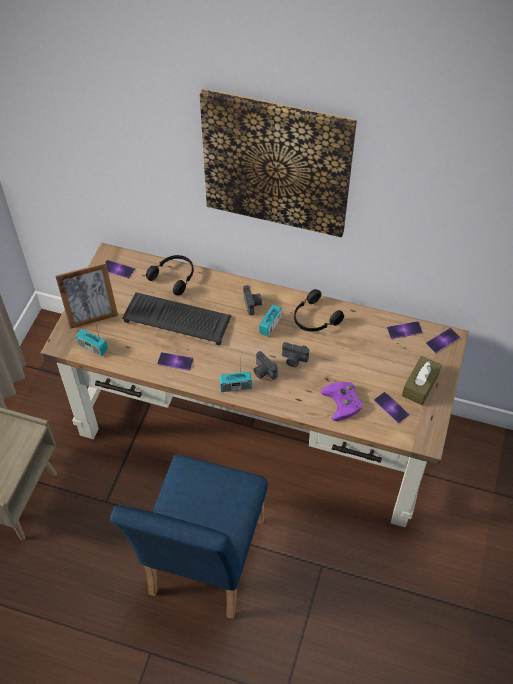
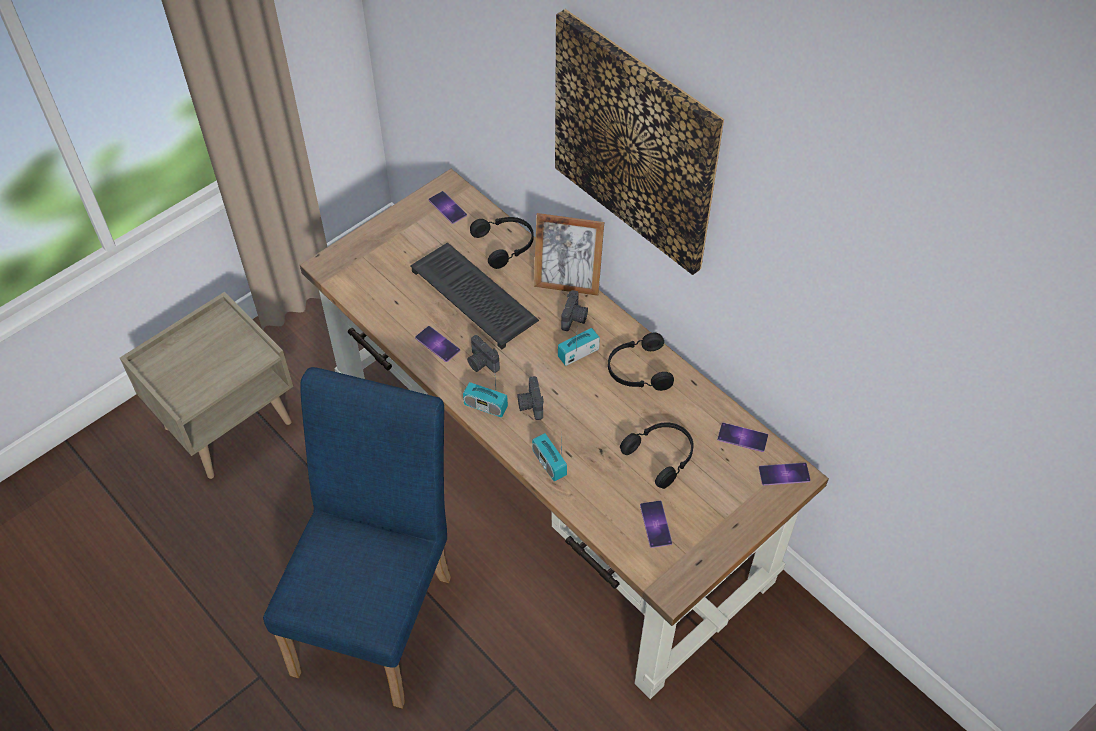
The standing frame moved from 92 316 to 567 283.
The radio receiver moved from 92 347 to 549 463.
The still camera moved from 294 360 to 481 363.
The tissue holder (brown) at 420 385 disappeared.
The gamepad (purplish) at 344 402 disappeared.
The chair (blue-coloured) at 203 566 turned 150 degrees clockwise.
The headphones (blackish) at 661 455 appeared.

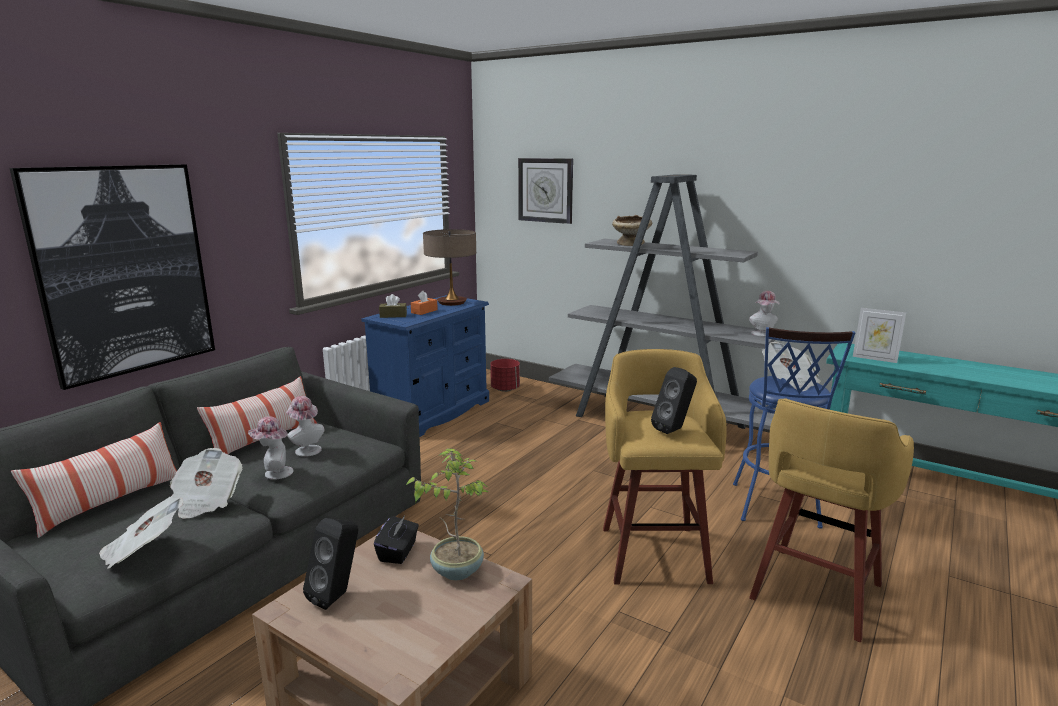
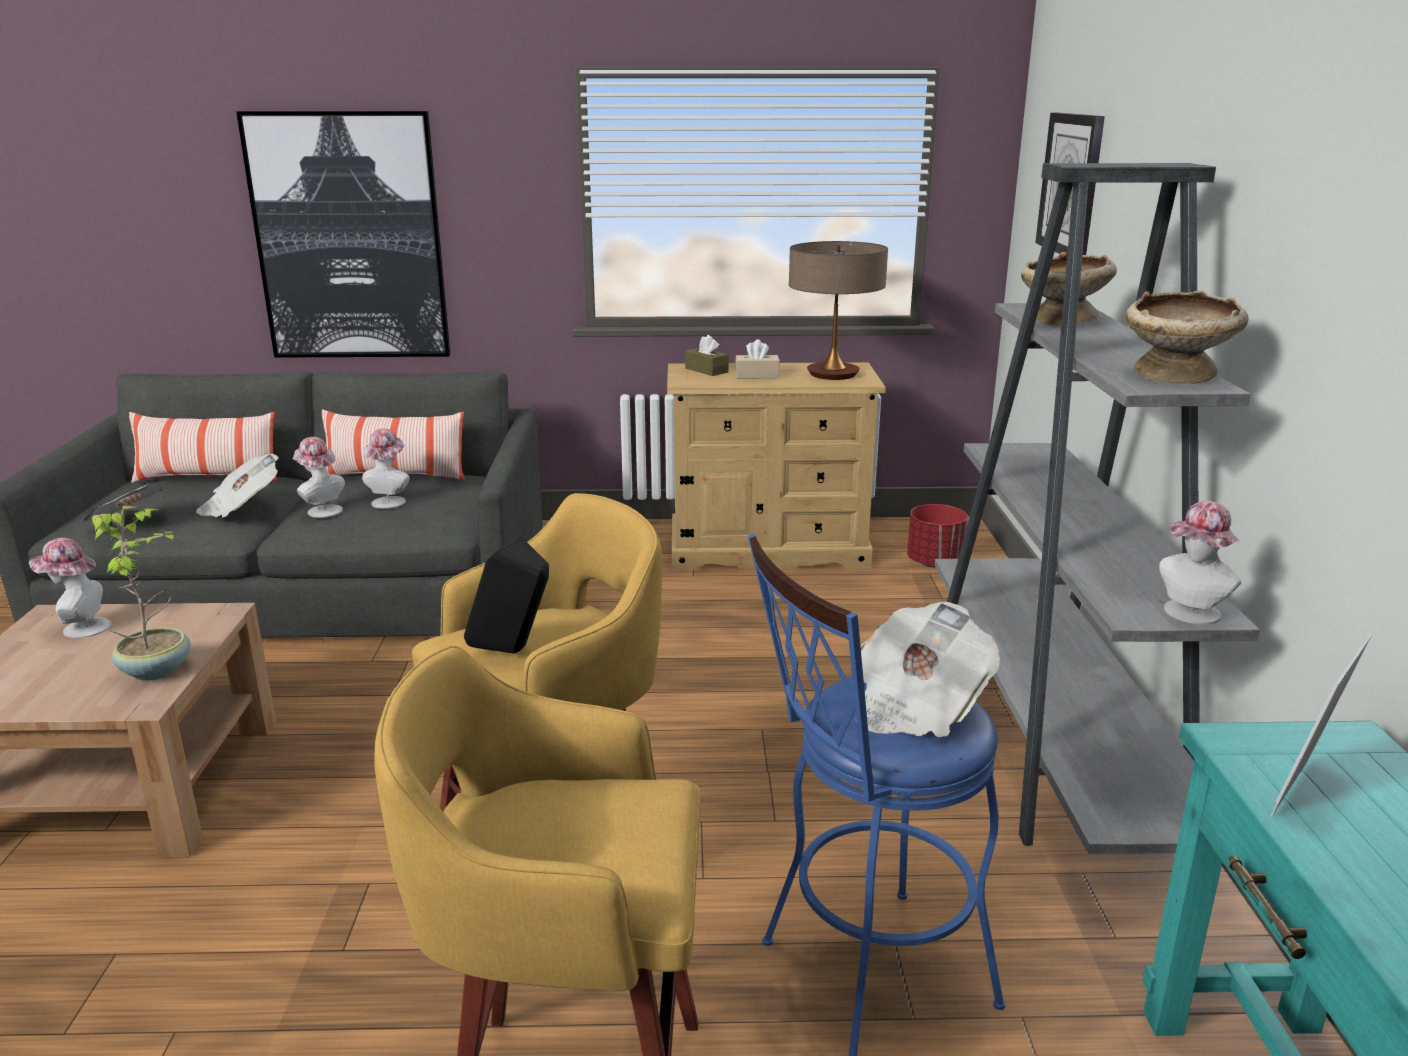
The tissue holder (orange-coloured) at 424 311 became the tissue holder (sand-coloured) at 757 375.
The chest of drawers (blue-coloured) at 433 413 became the chest of drawers (sand-coloured) at 768 550.
The standing frame at 874 358 turned 45 degrees clockwise.
The tissue holder (blackish) at 398 552 disappeared.
The speaker (blackish) at 337 595 was replaced by the wearable hat at 80 628.
The serving bowl (sand-coloured) at 1176 376 appeared.

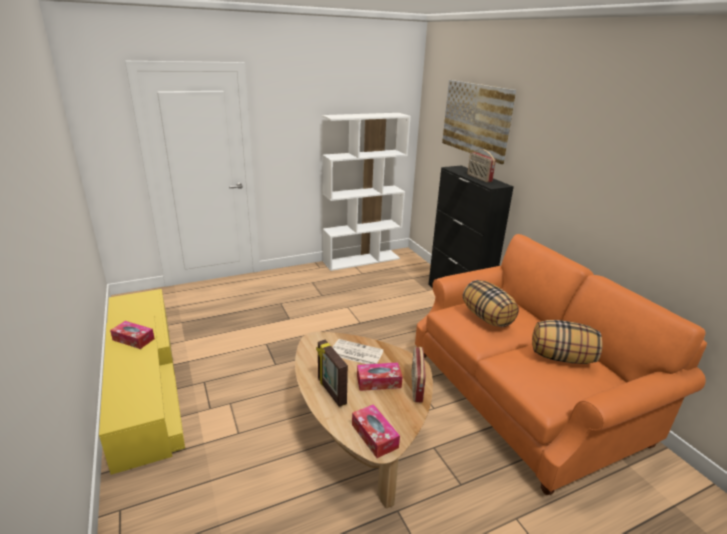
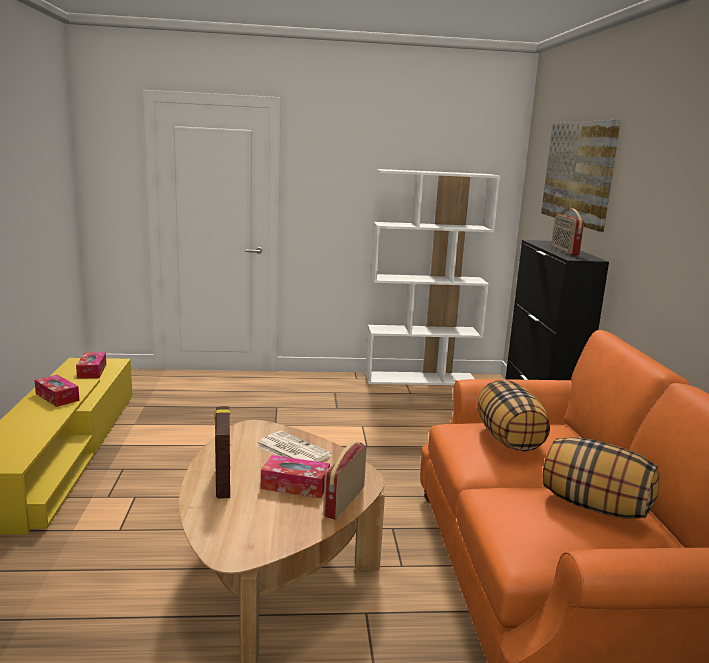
The tissue holder moved from 374 436 to 92 371.

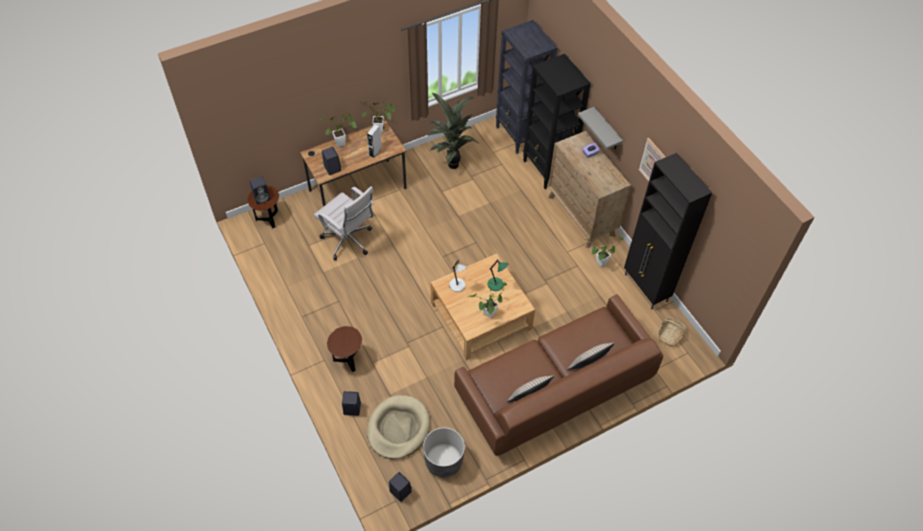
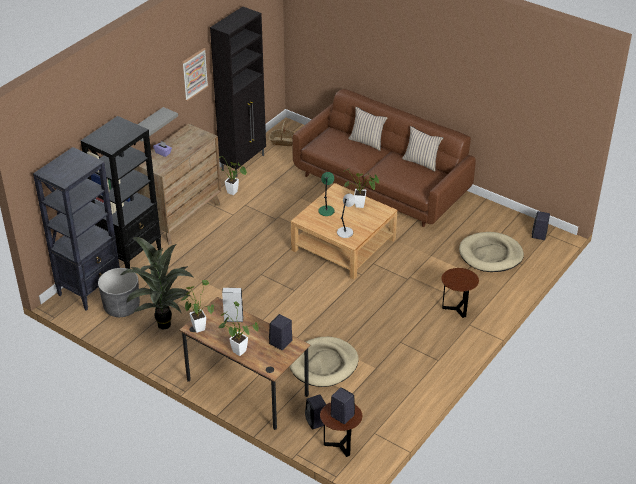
The computer chair (white) at 349 241 was replaced by the pet bed (sand-coloured) at 323 364.
The speaker (blackish) moved from 351 409 to 316 422.
The flower pot (gray) moved from 443 461 to 122 307.

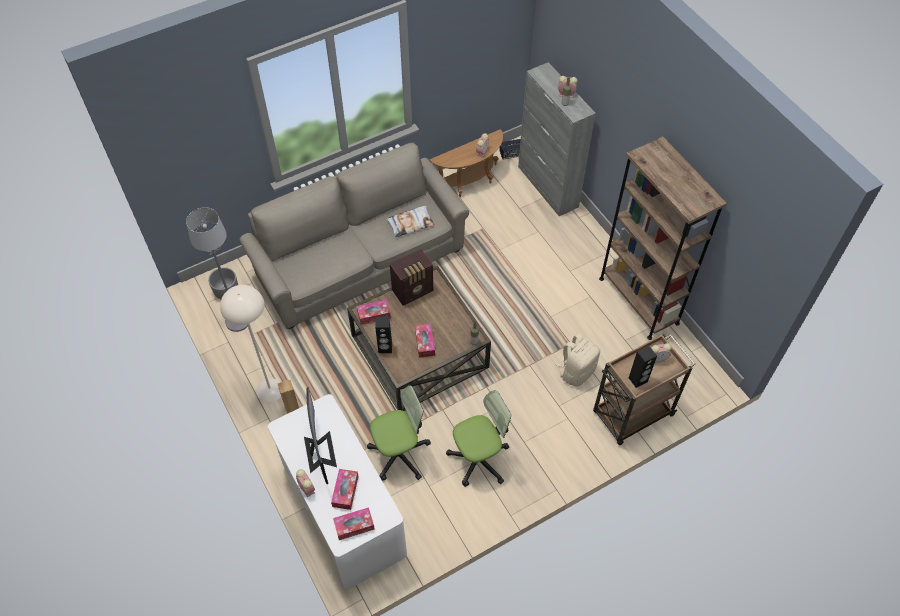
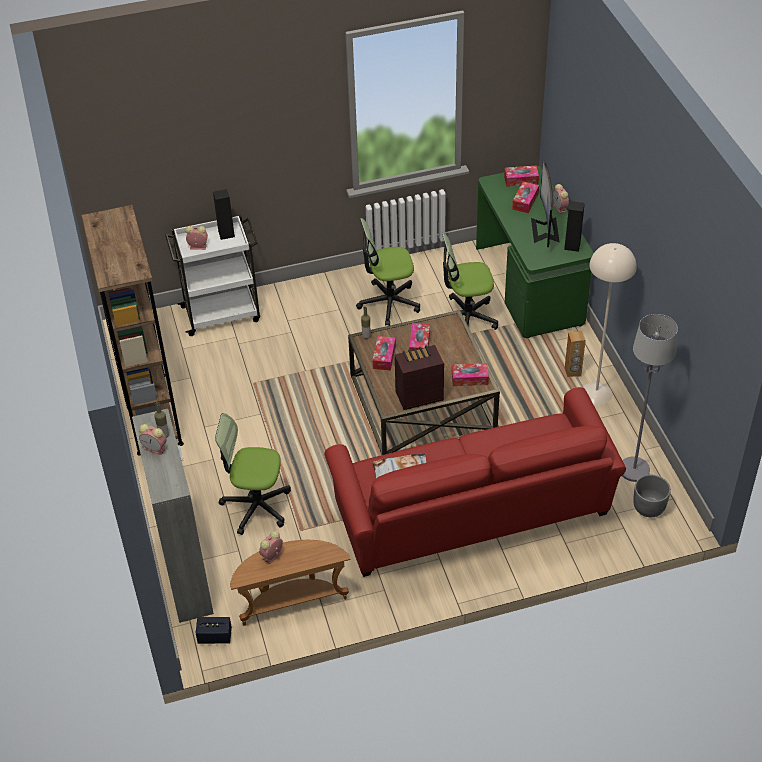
The sofa (sand-coloured) at 358 261 became the sofa (red-coloured) at 473 516.
The speaker (blackish) moved from 385 348 to 572 246.
The backpack (sand-coloured) at 576 371 disappeared.
The trolley (brown) at 631 414 became the trolley (white) at 222 313.
The desk table (white) at 342 510 became the desk table (green-coloured) at 530 286.
The tissue holder at 384 357 appeared.
The computer chair at 256 506 appeared.

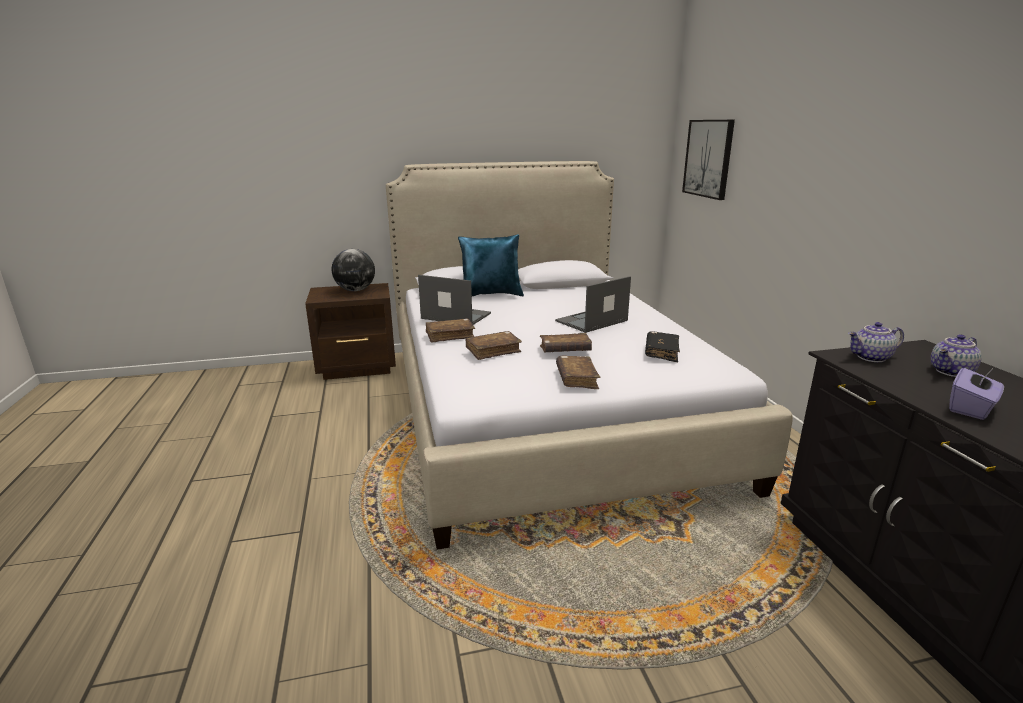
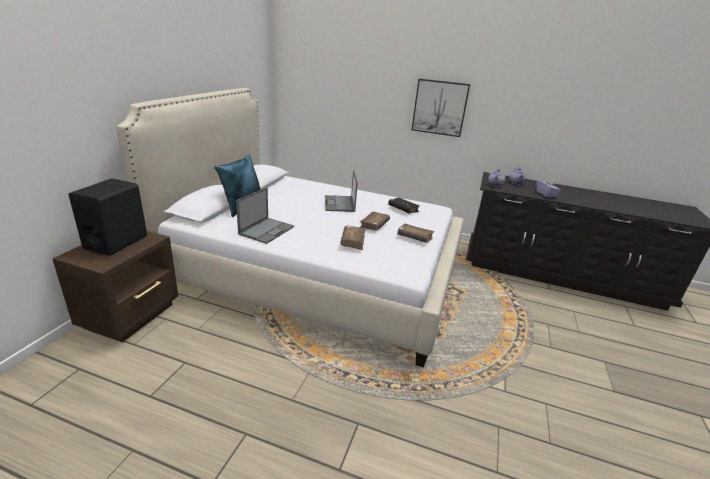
The wall art moved from 708 158 to 439 107.
The globe at 355 290 was replaced by the speaker (blackish) at 116 242.
The laptop at 455 316 turned 150 degrees clockwise.
The book (brown) at 450 335 disappeared.

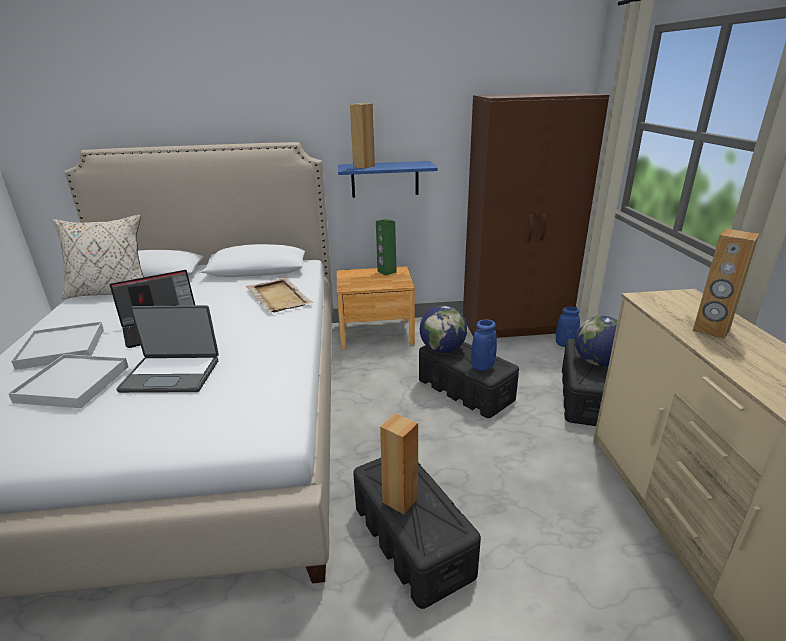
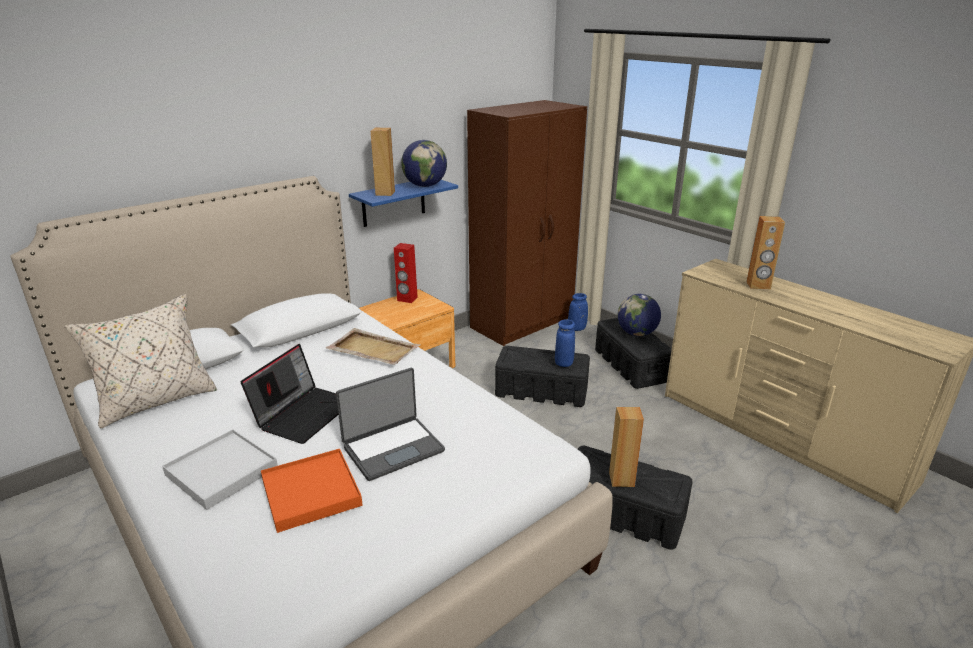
The speaker (green-coloured) at 386 272 became the speaker (red-coloured) at 407 299.
The globe moved from 442 349 to 425 186.
The tray (white) at 73 384 became the tray (orange-coloured) at 311 492.

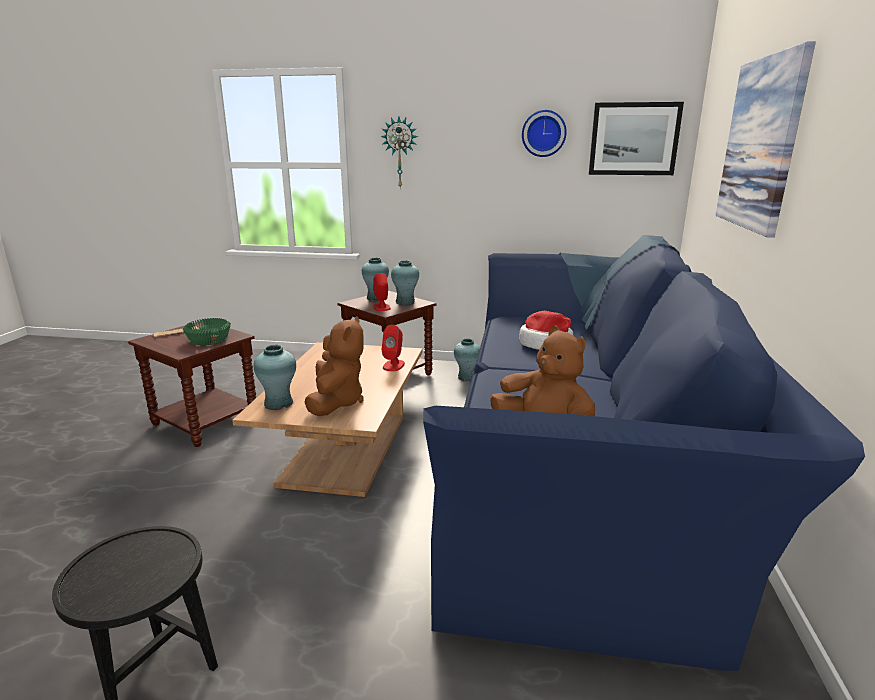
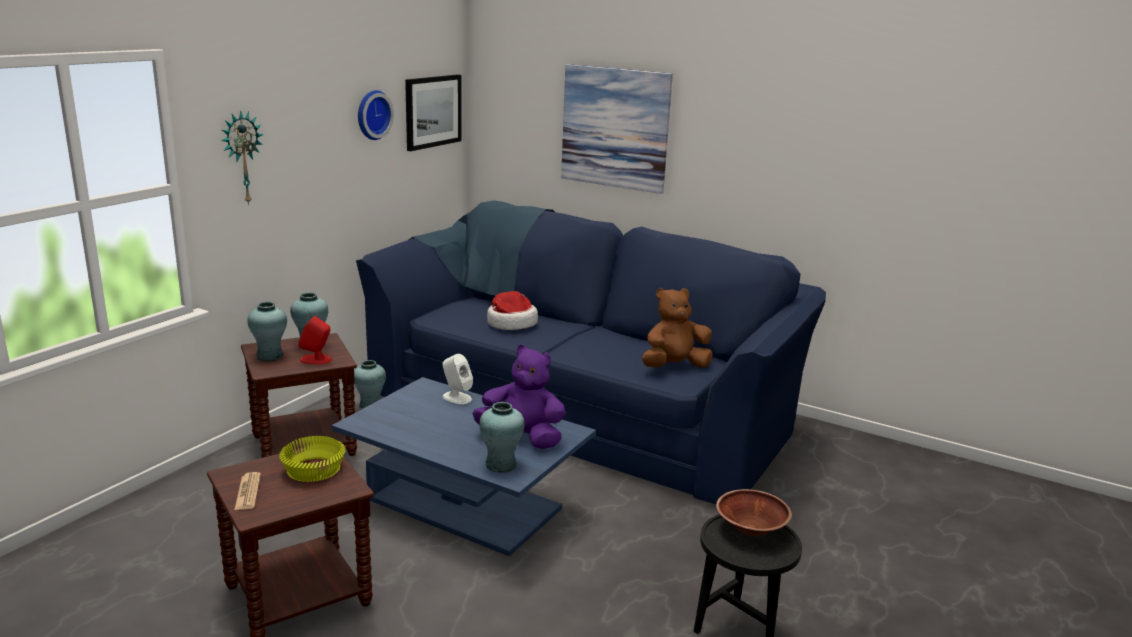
The soft toy (brown) at 336 402 became the soft toy (purplish) at 522 437.
The serving bowl (green-coloured) at 208 340 became the serving bowl (yellow) at 315 470.
The speaker (red-coloured) at 393 365 became the speaker (white) at 456 397.
The low table (brown) at 345 448 became the low table (blue-coloured) at 464 504.
The serving bowl (brown) at 751 528 appeared.

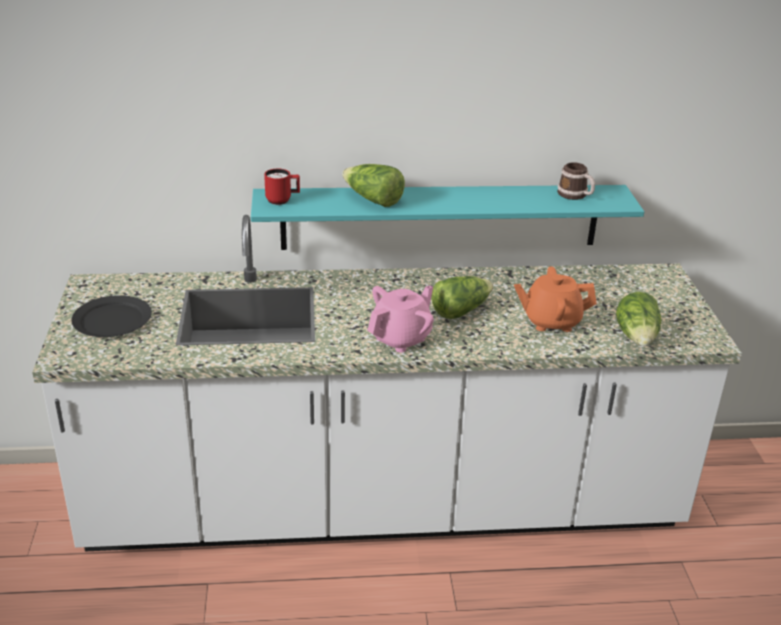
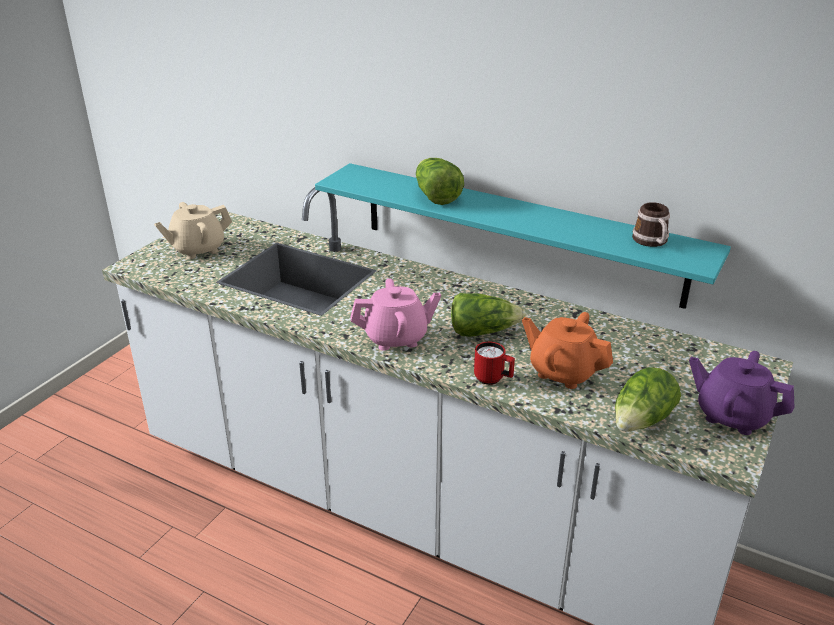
The mug (red-coloured) moved from 282 200 to 493 379.
The dinner plate (blackish) at 112 320 was replaced by the tea pot (sand-coloured) at 197 249.
The tea pot (purplish) at 732 415 appeared.

